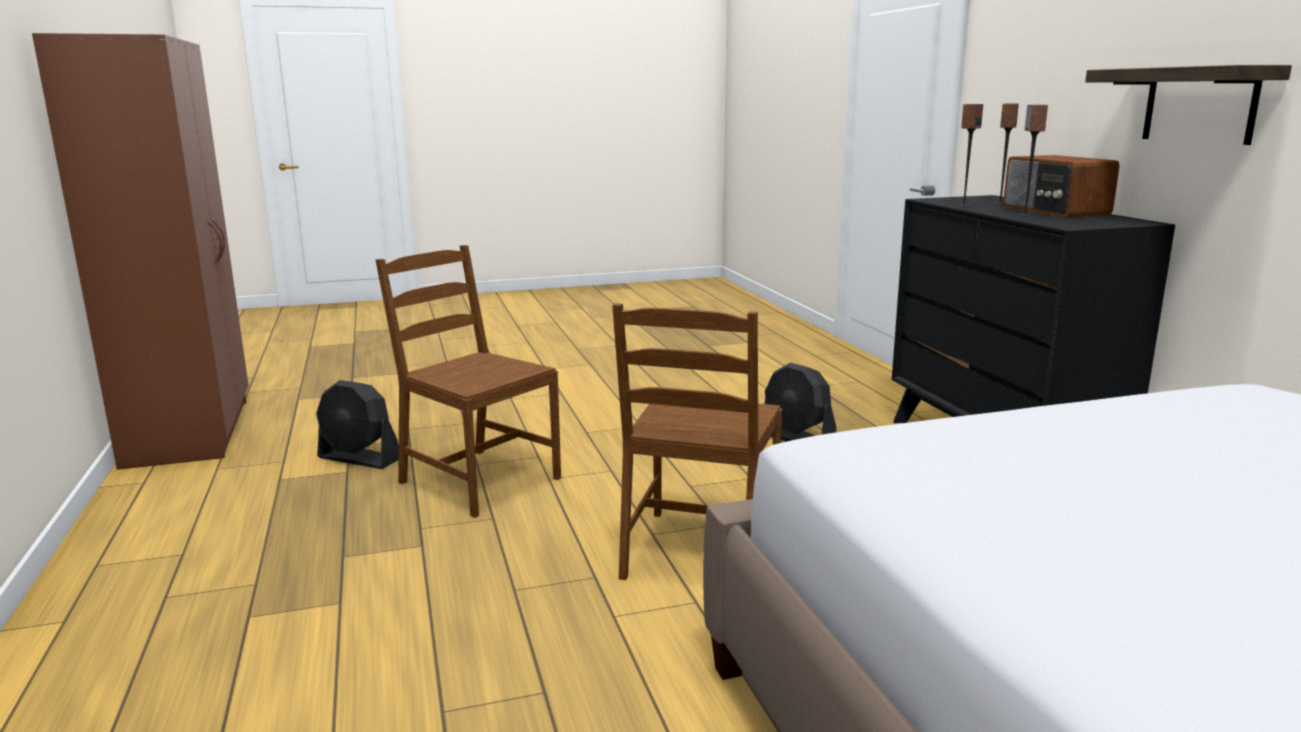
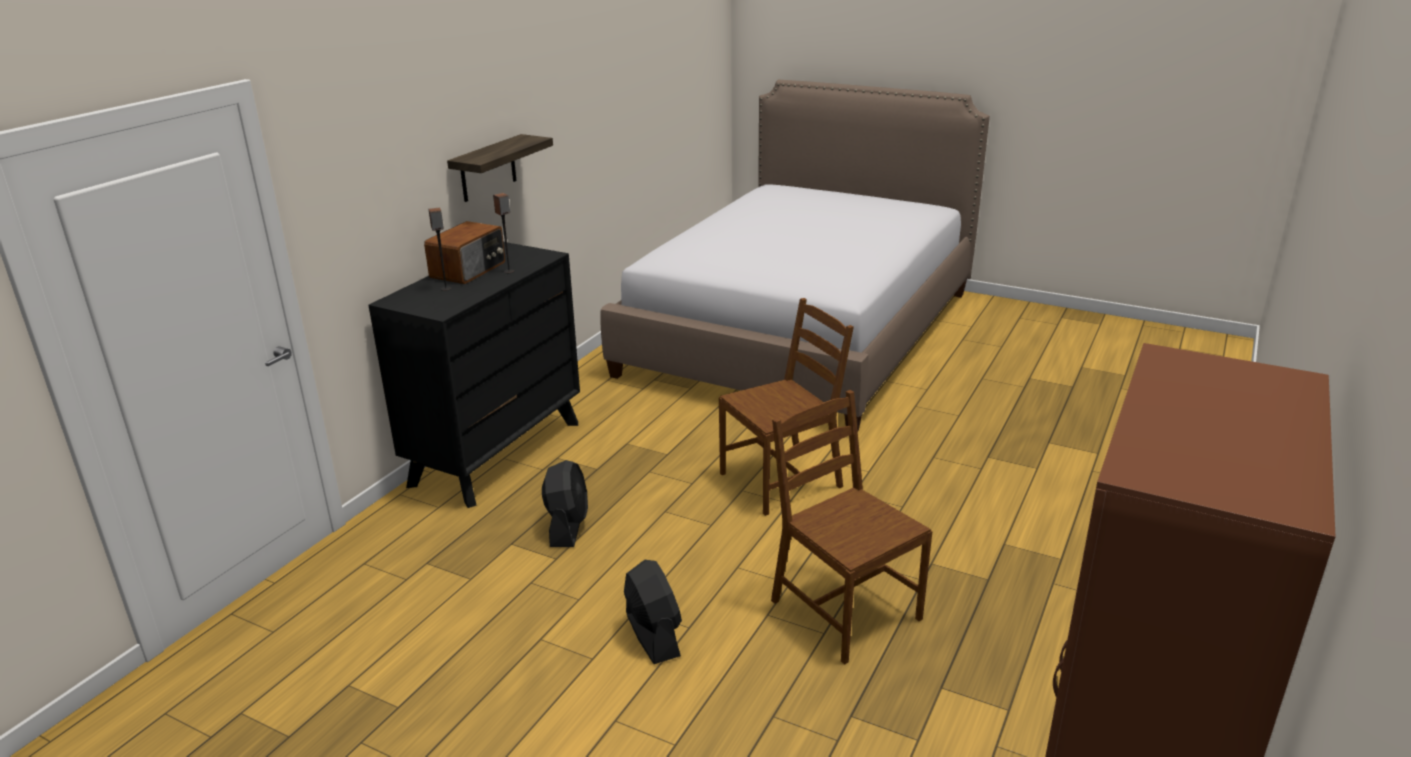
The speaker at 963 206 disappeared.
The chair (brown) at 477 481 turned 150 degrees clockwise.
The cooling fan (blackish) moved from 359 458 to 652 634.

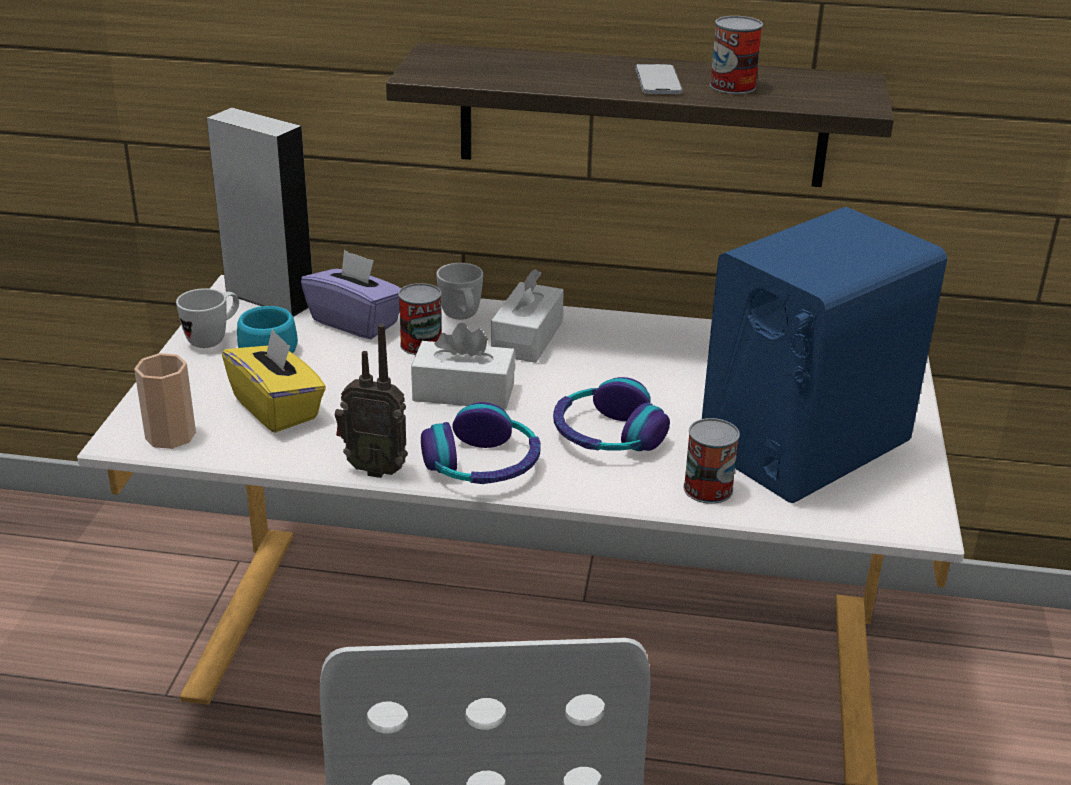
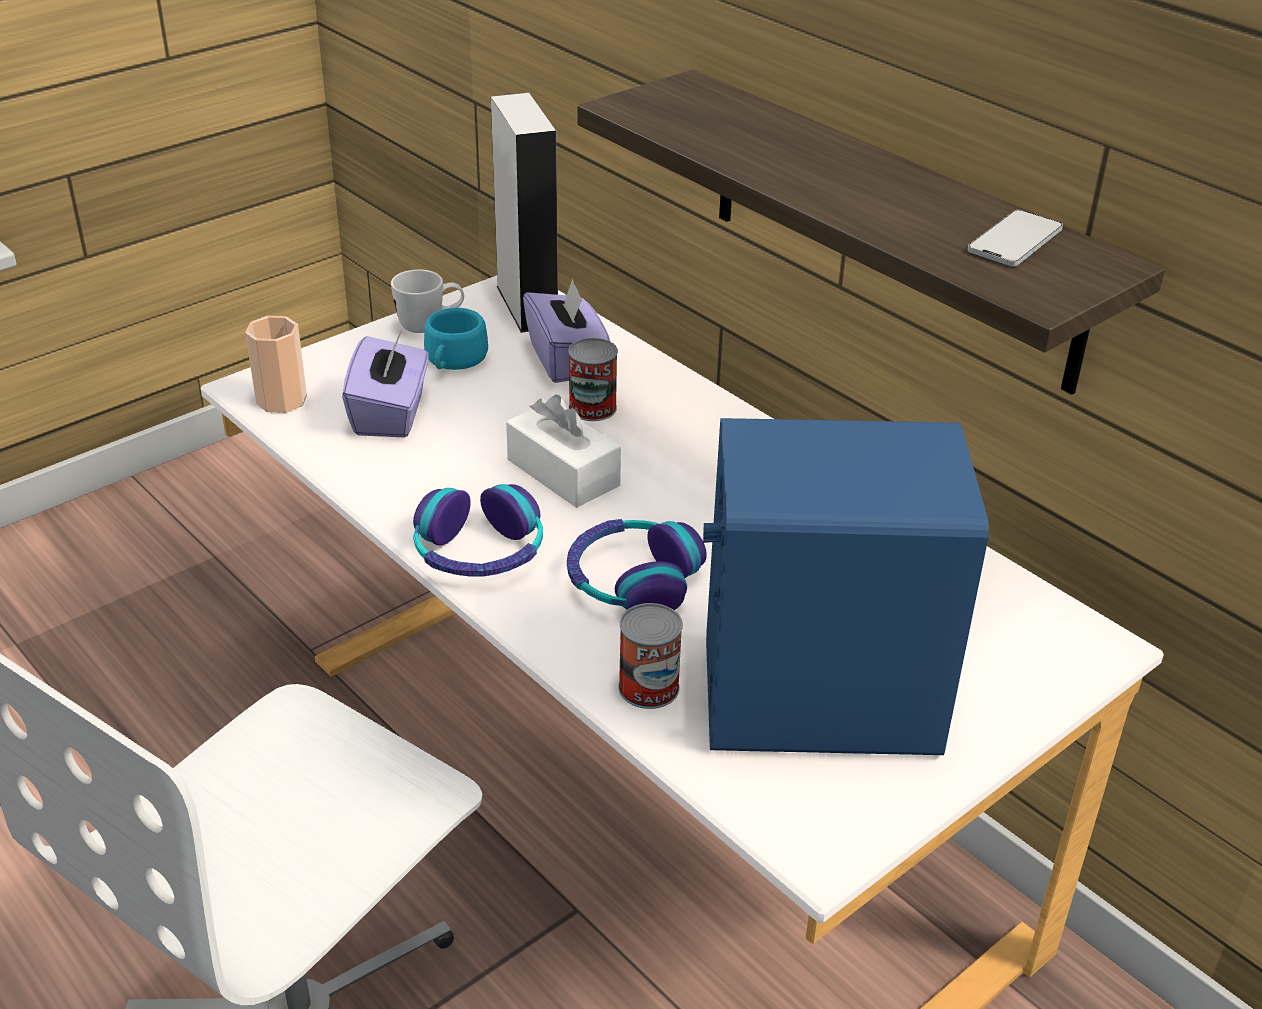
The sealed can at 732 86 disappeared.
The telephone moved from 658 81 to 1015 241.
The mug (white) at 462 319 disappeared.
The tissue holder (white) at 527 338 disappeared.
The radio receiver at 375 468 disappeared.
The tissue holder (yellow) at 277 408 became the tissue holder (purplish) at 390 414.

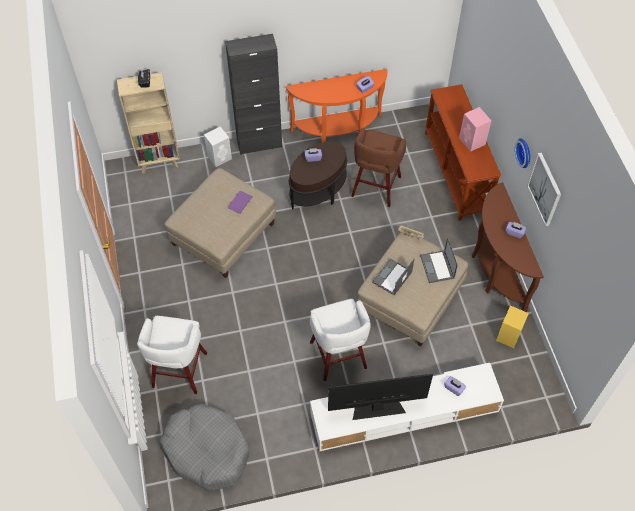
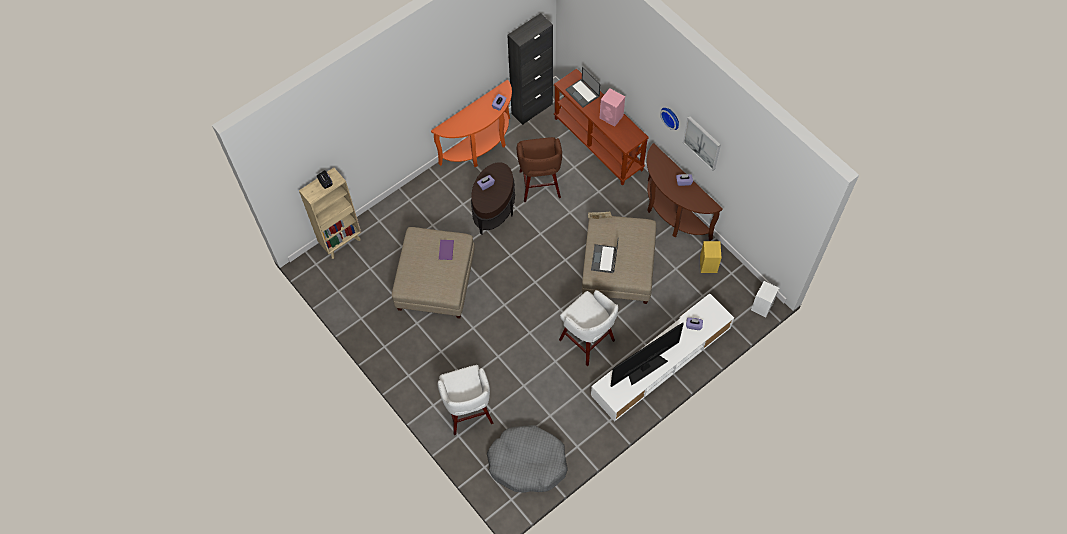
The storage cabinet (blackish) moved from 259 143 to 532 109.
The speaker (white) moved from 220 157 to 762 306.
The laptop moved from 437 267 to 582 93.

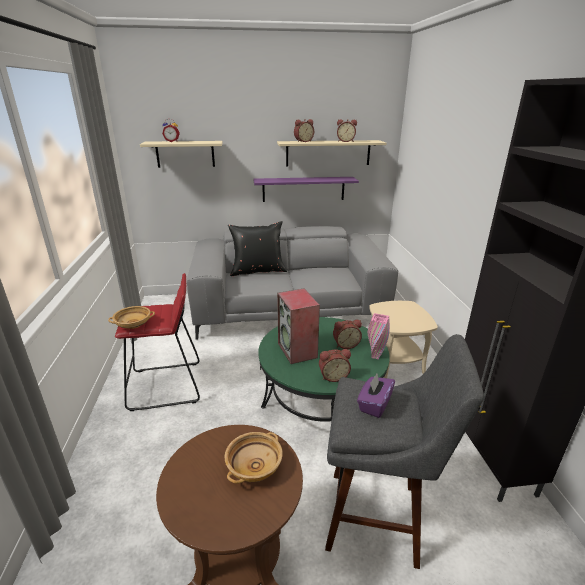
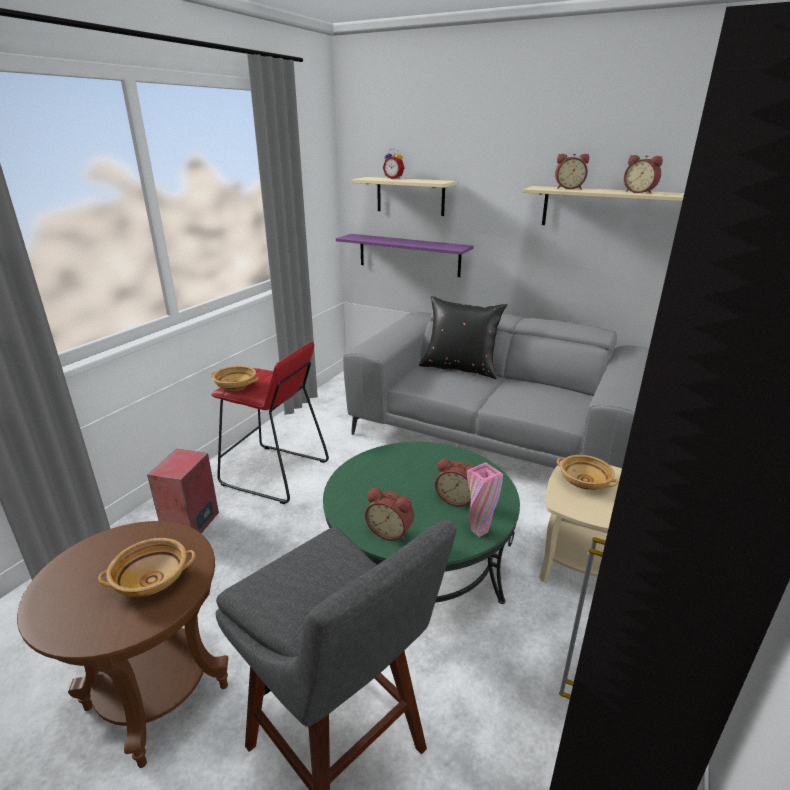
The shelf (purplish) moved from 303 189 to 409 255.
The speaker moved from 298 351 to 191 524.
The tissue holder (purplish) at 374 404 disappeared.
The serving bowl (sand-coloured) at 583 482 appeared.

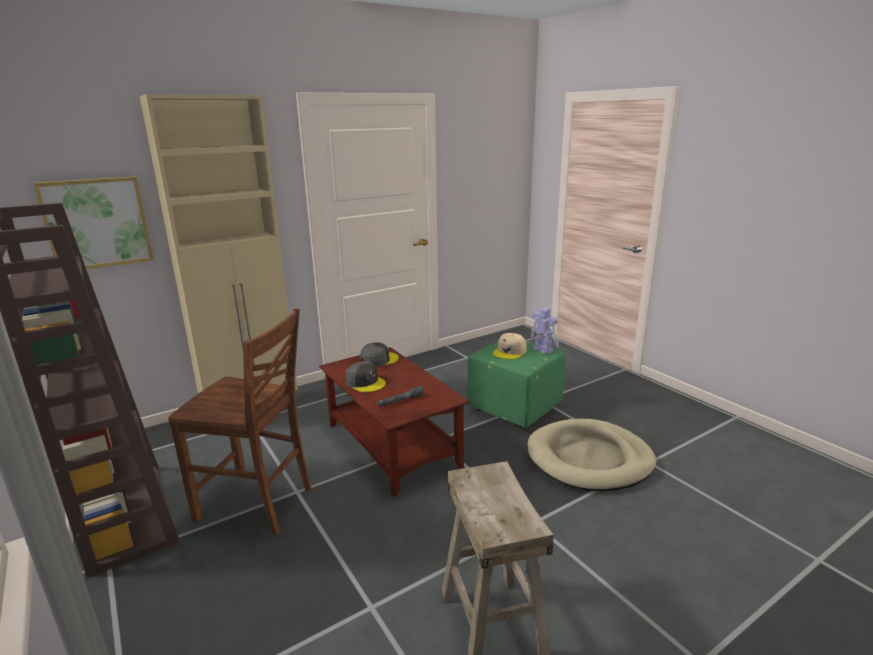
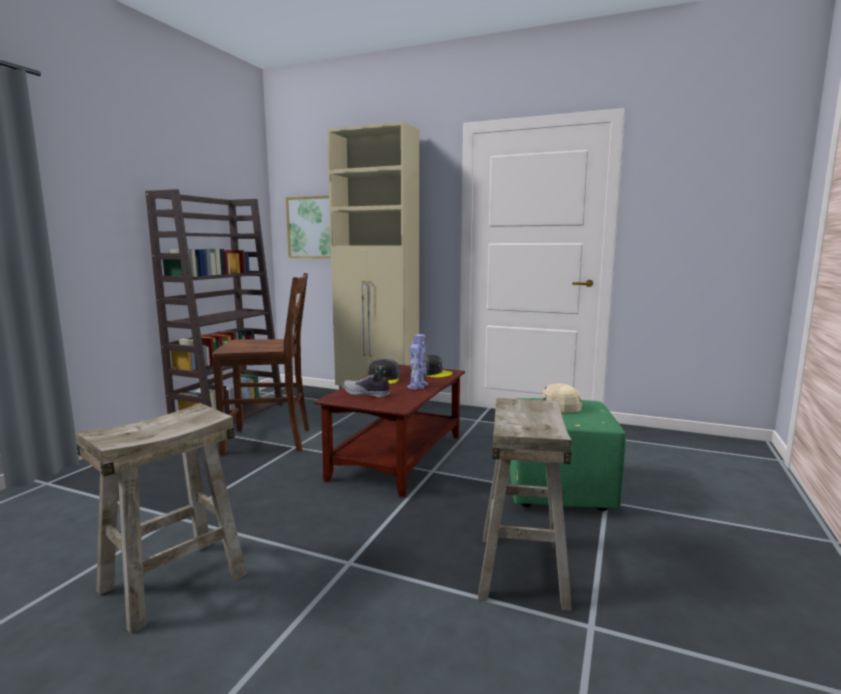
The robot figure moved from 542 349 to 418 386.
The chair (brown) at 257 504 turned 75 degrees counterclockwise.
The flashlight (gray) at 400 401 was replaced by the item of footwear at 366 394.
The pet bed (sand-coloured) at 589 459 was replaced by the stool (sand-coloured) at 523 569.

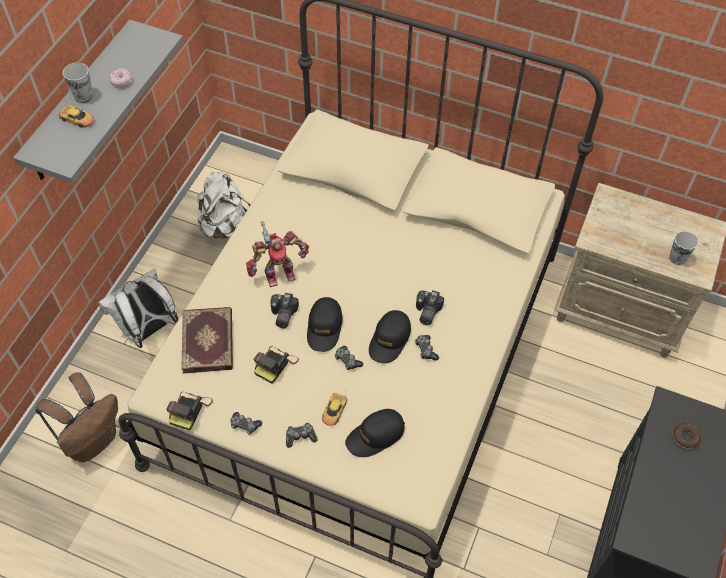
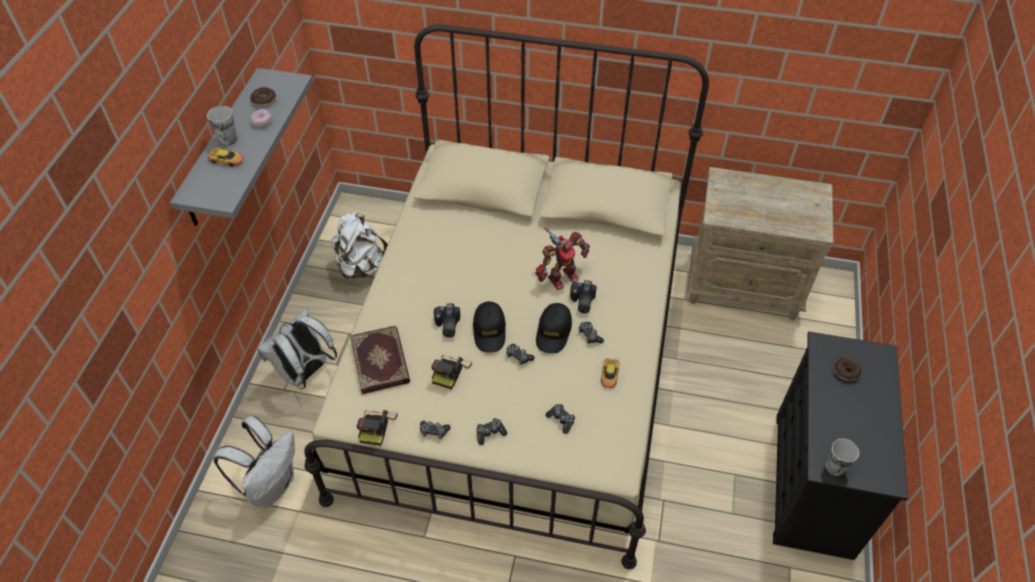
The robot figure moved from 278 273 to 561 277.
The small cup moved from 677 258 to 835 467.
The backpack (brown) at 92 440 became the backpack (white) at 271 485.
The miniature car moved from 334 411 to 609 375.
The peaked cap (blackish) at 375 435 was replaced by the gamepad at 561 420.
The ring doughnut at 264 100 appeared.

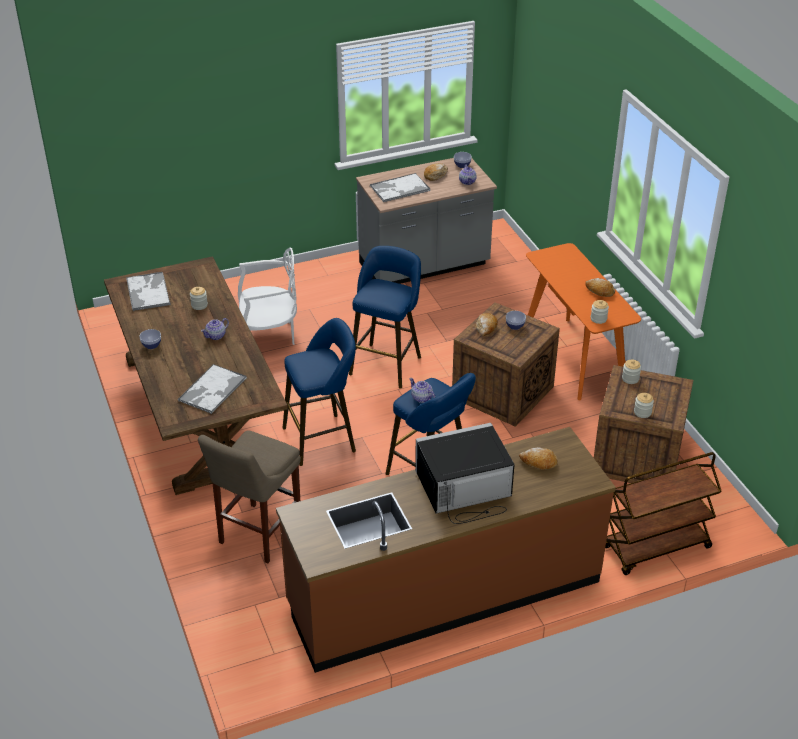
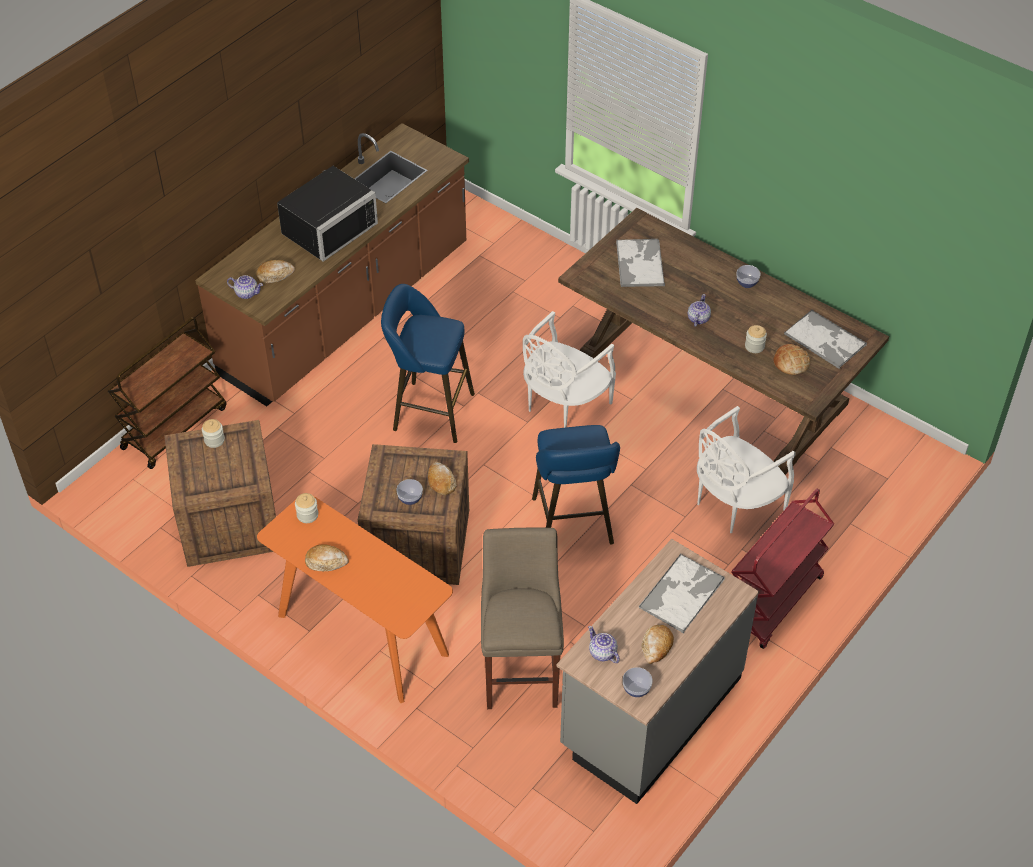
The stool (blue-coloured) at 323 438 was replaced by the chair (white) at 563 404.
The jar at 630 379 disappeared.
The tea pot moved from 421 398 to 246 293.
The stool (sand-coloured) moved from 257 535 to 521 672.
The baked bread at 791 362 appeared.
The trolley (red-coloured) at 773 602 appeared.

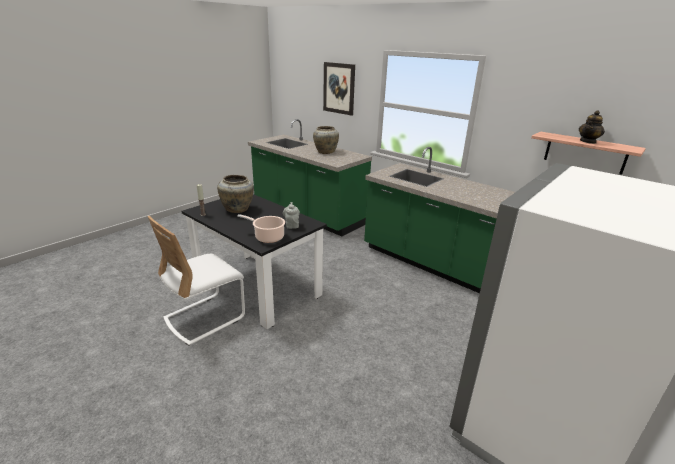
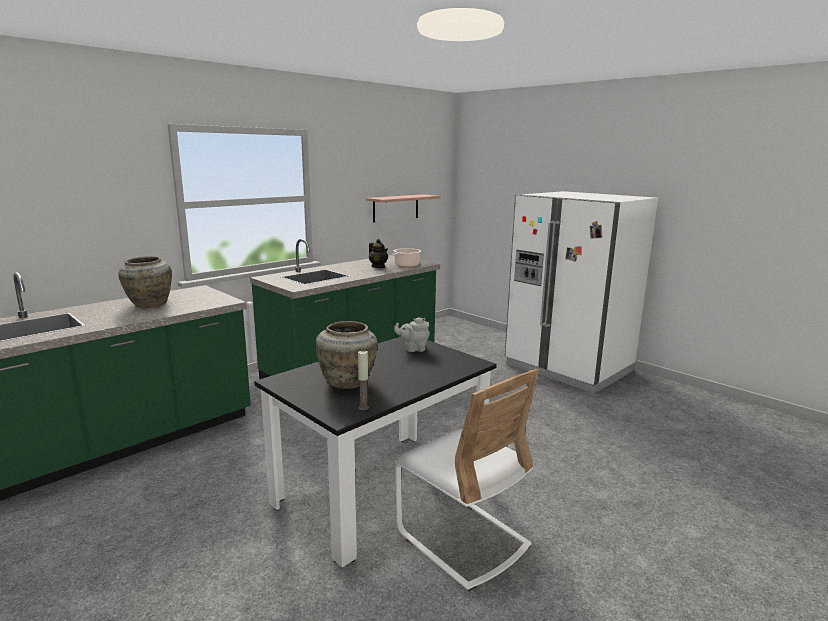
The wall art at 339 88 disappeared.
The tea pot moved from 588 141 to 378 267.
The saucepot moved from 267 237 to 406 265.

